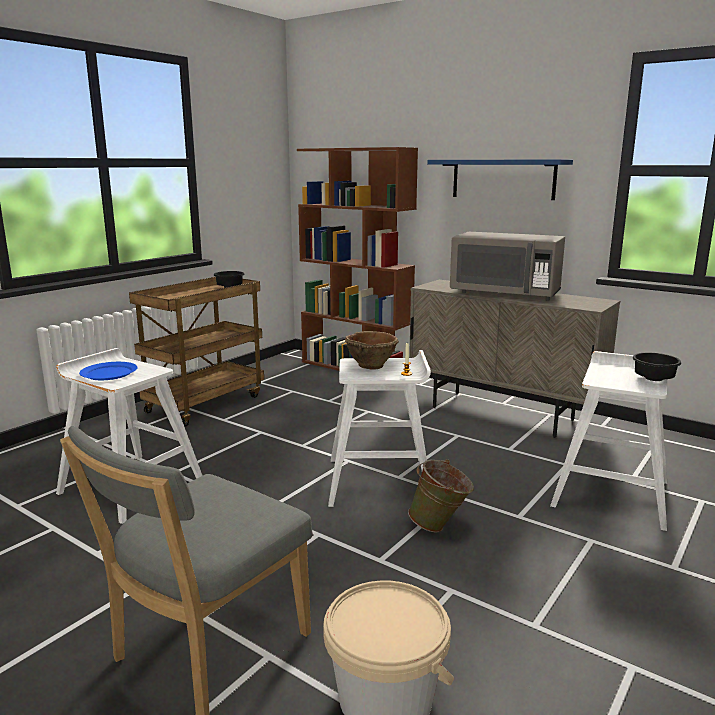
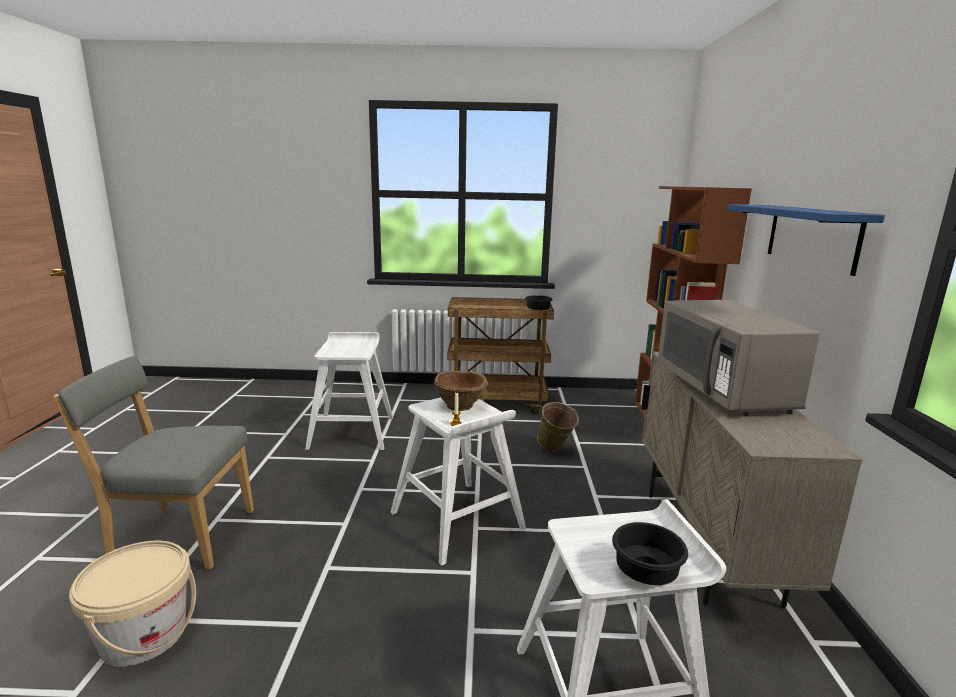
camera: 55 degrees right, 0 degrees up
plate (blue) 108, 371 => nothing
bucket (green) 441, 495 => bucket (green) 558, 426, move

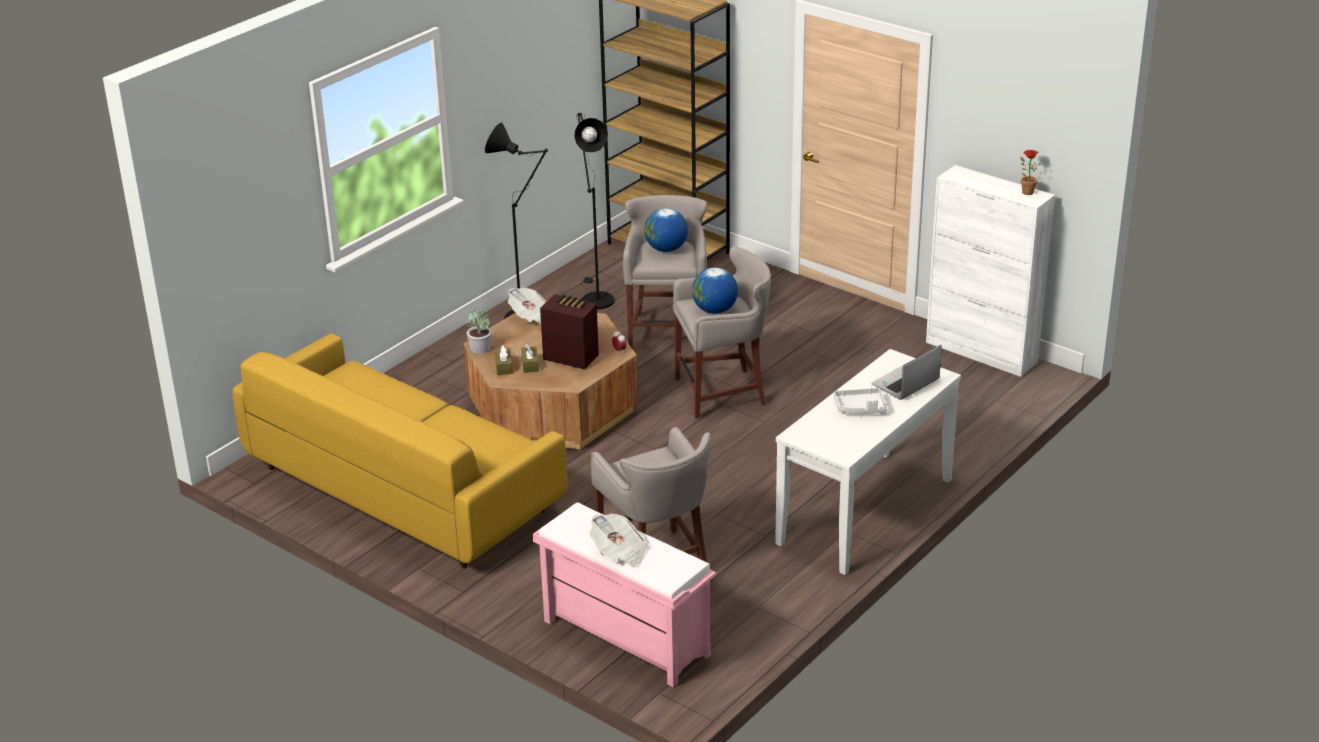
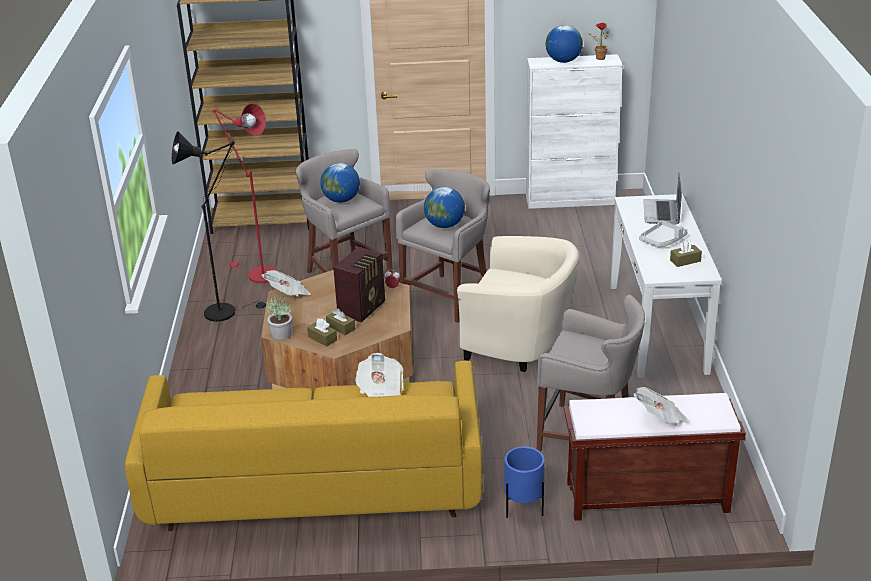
camera: 40 degrees left, 0 degrees up
bench (pink) 624, 594 => bench (brown) 655, 457
radio 569, 331 => radio 359, 285, 135 degrees clockwise
floor lamp (black) 594, 211 => floor lamp (red) 245, 193
nothing => newspaper 379, 375
nothing => armchair (beige) 518, 304
nothing => planter (blue) 524, 482
nothing => globe 564, 44
nothing => tissue box (brown) 686, 253

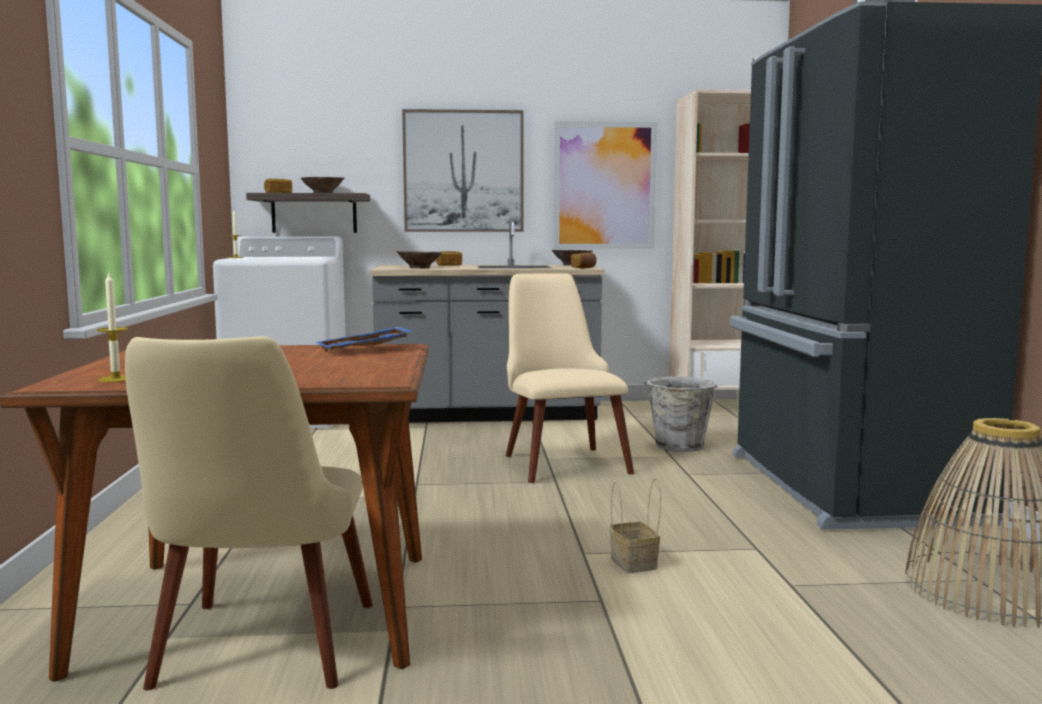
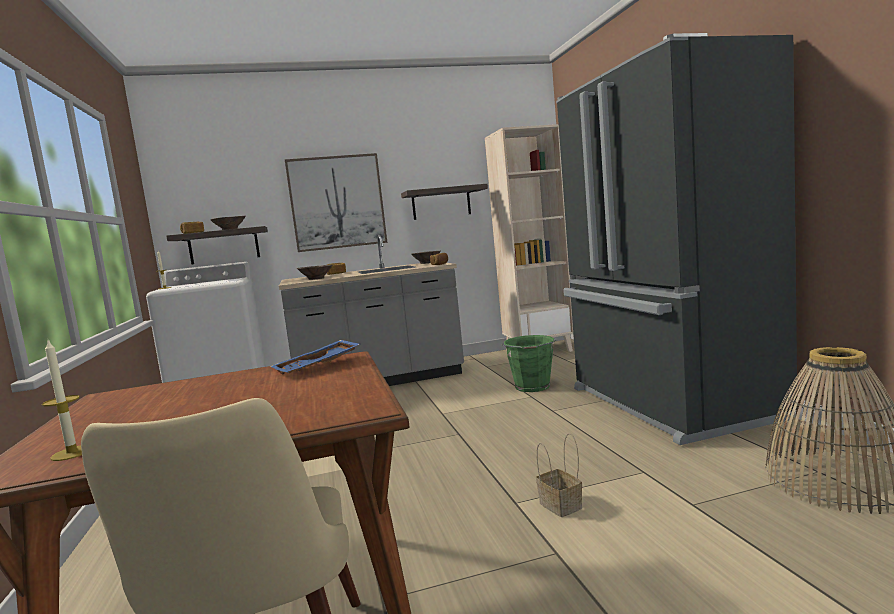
camera: 10 degrees left, 0 degrees up
chair (beige) 570, 378 => nothing
picture 605, 185 => shelf 444, 202
bucket (grey) 680, 414 => bucket (green) 528, 363

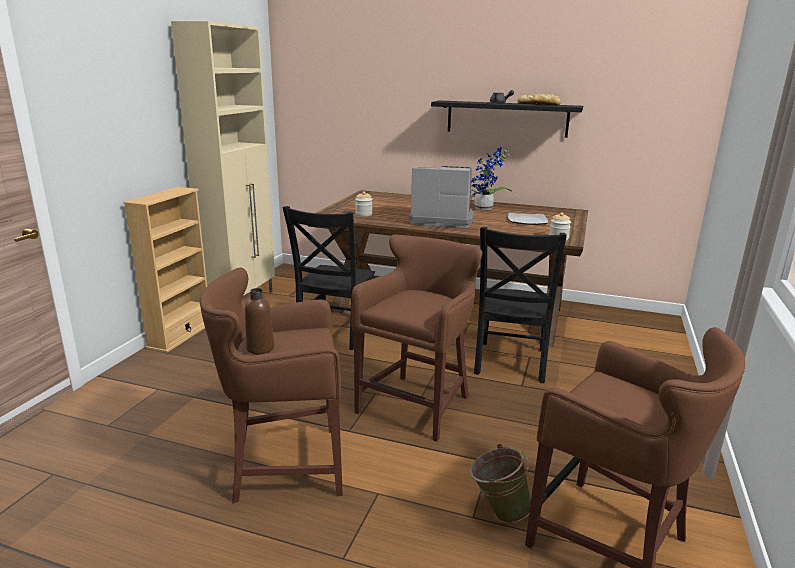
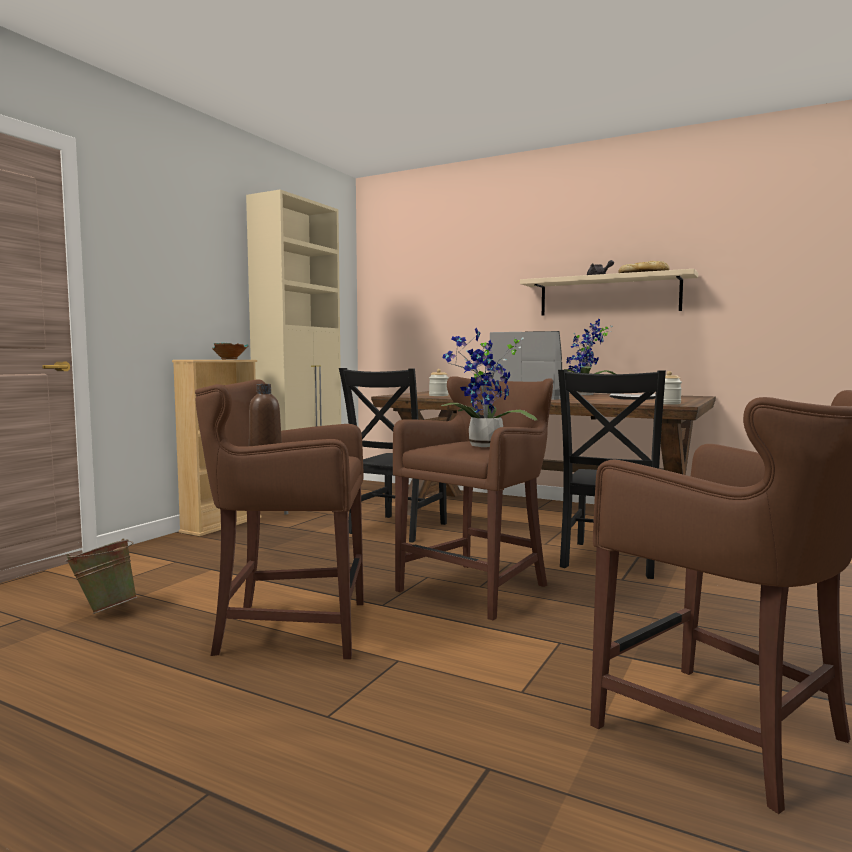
camera: 10 degrees right, 15 degrees down
shelf (black) 507, 119 => shelf (beige) 609, 292
bucket (green) 500, 483 => bucket (green) 101, 576, move
nothing => bowl (turquoise) 230, 351
nothing => potted plant 489, 387

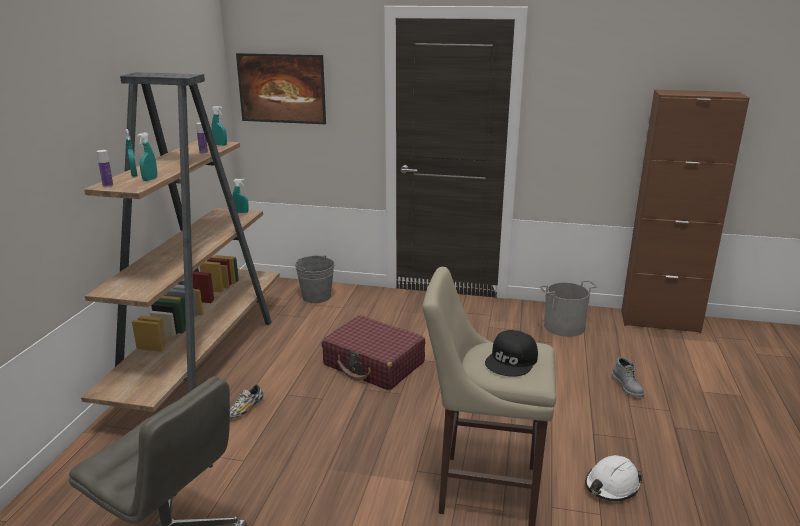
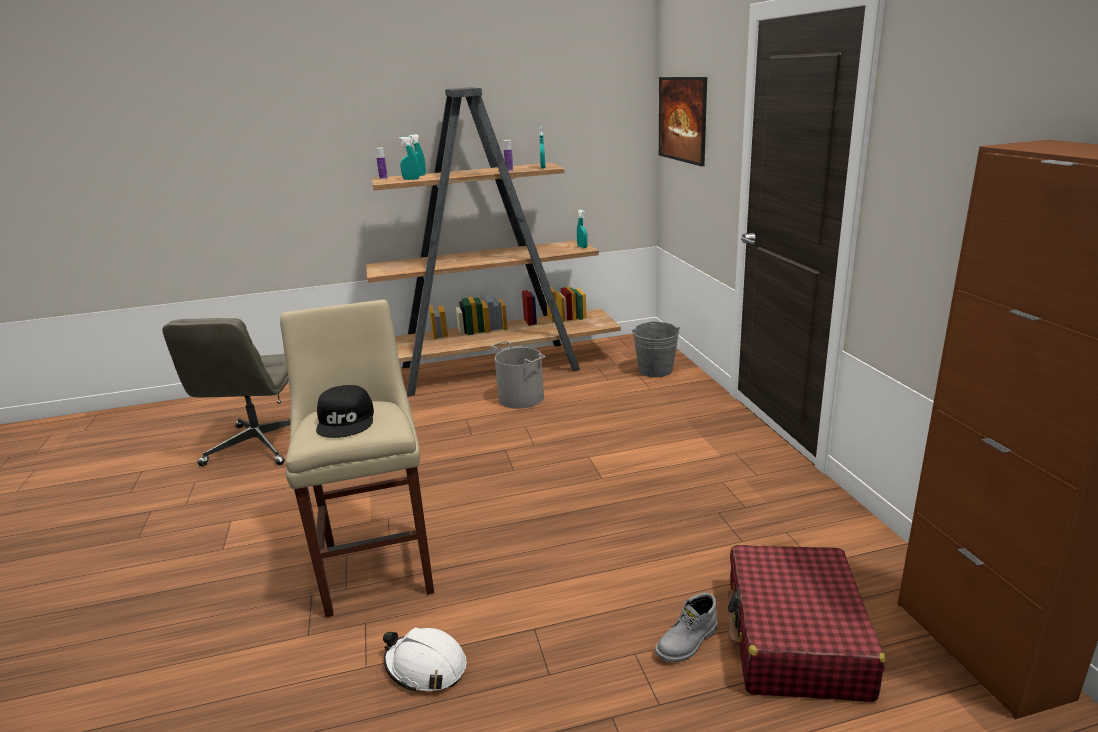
camera: 65 degrees right, 0 degrees up
shoe 247, 401 => nothing
suitcase (red) 373, 352 => suitcase (red) 806, 623, move
cap (black) 511, 353 => cap (black) 345, 411, 105 degrees counterclockwise
bucket (grey) 569, 308 => bucket (grey) 518, 375, move

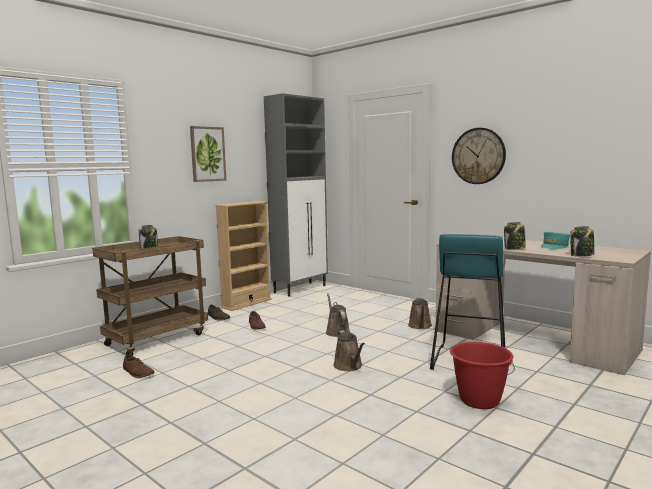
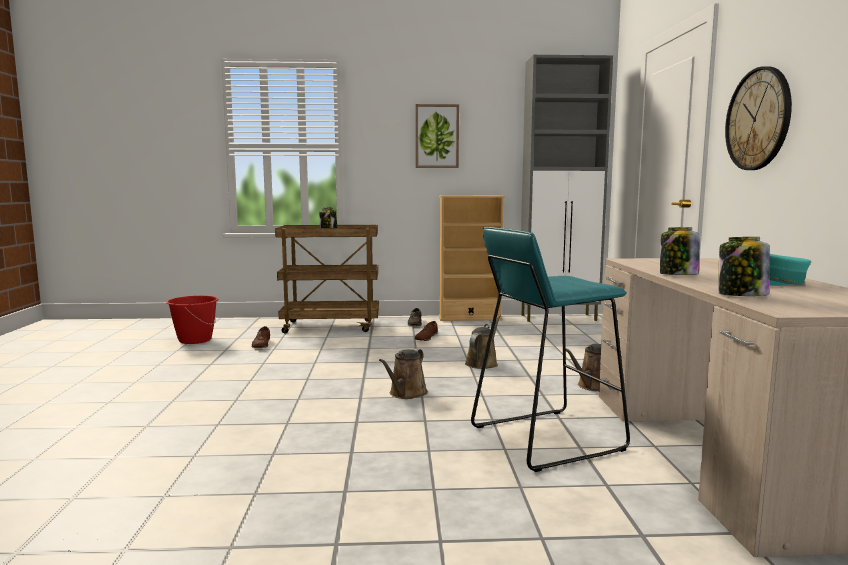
camera: 45 degrees right, 0 degrees up
bucket (red) 482, 375 => bucket (red) 192, 320, move

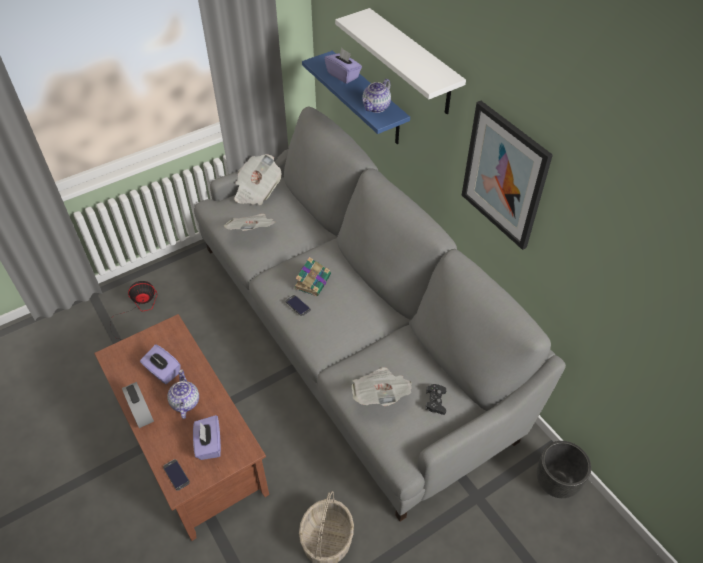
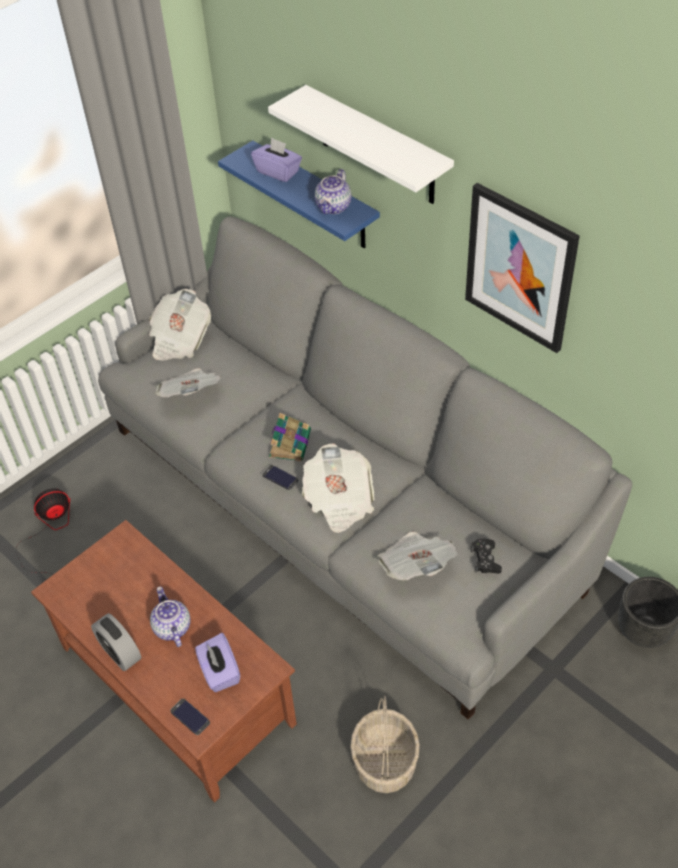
camera: 10 degrees left, 0 degrees up
tissue box (purple) 160, 364 => nothing
nothing => newspaper 338, 488

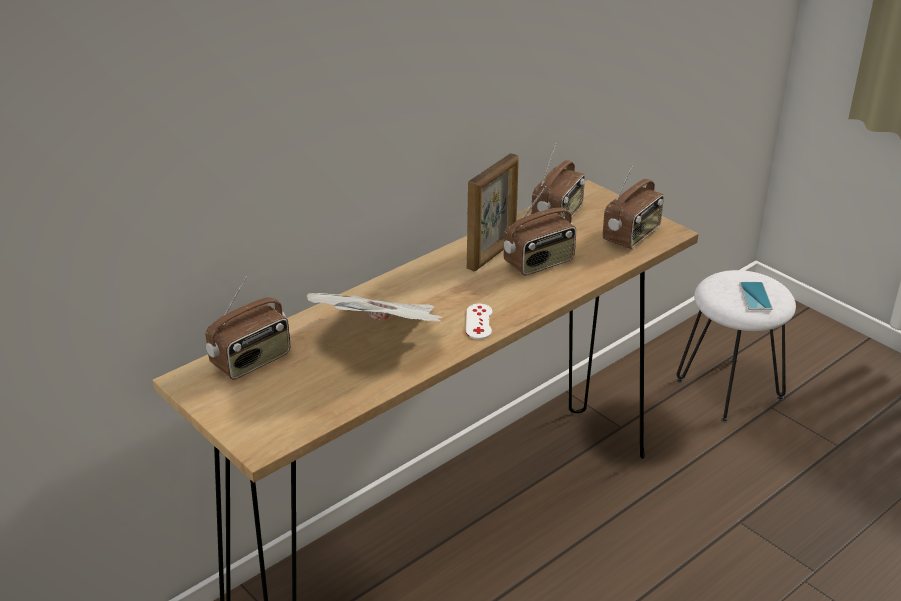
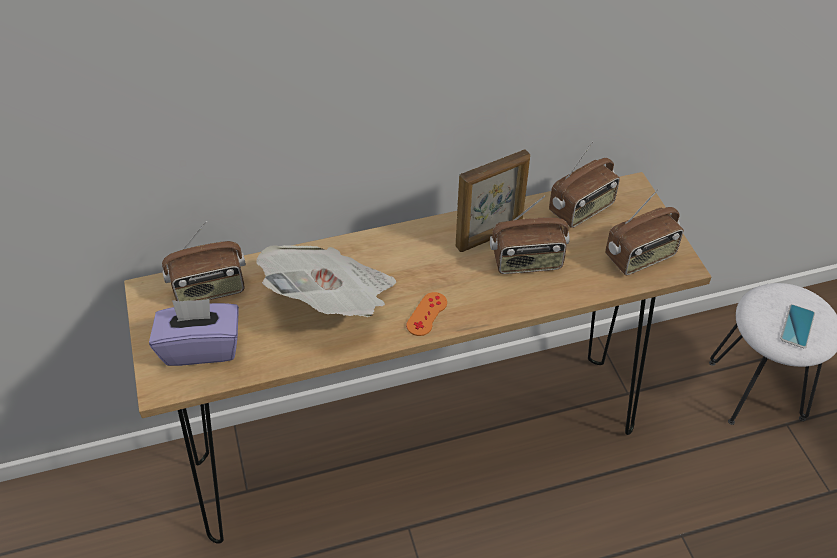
camera: 25 degrees right, 15 degrees up
game controller (white) 479, 321 => game controller (orange) 426, 314
nothing => tissue box (purple) 194, 332

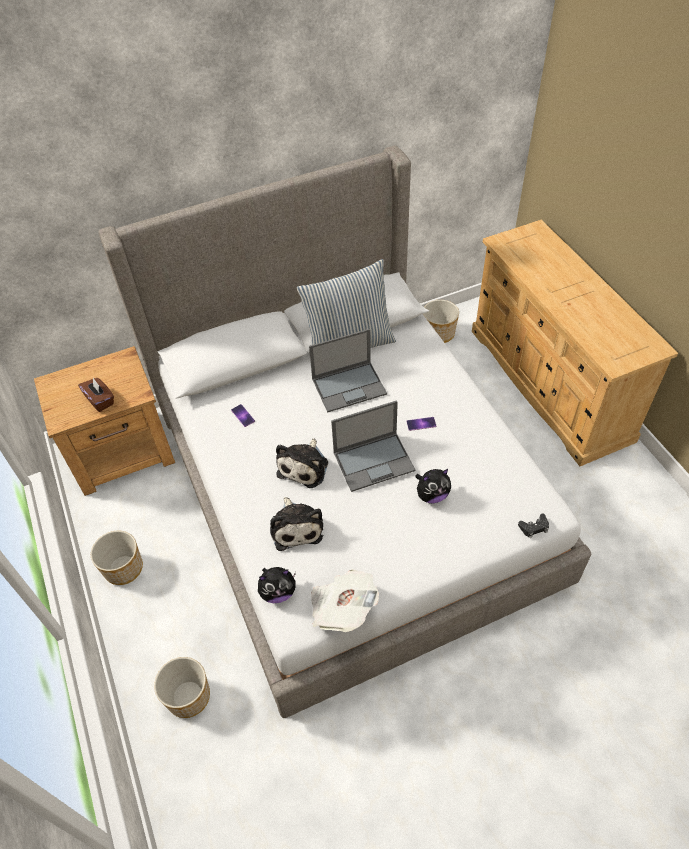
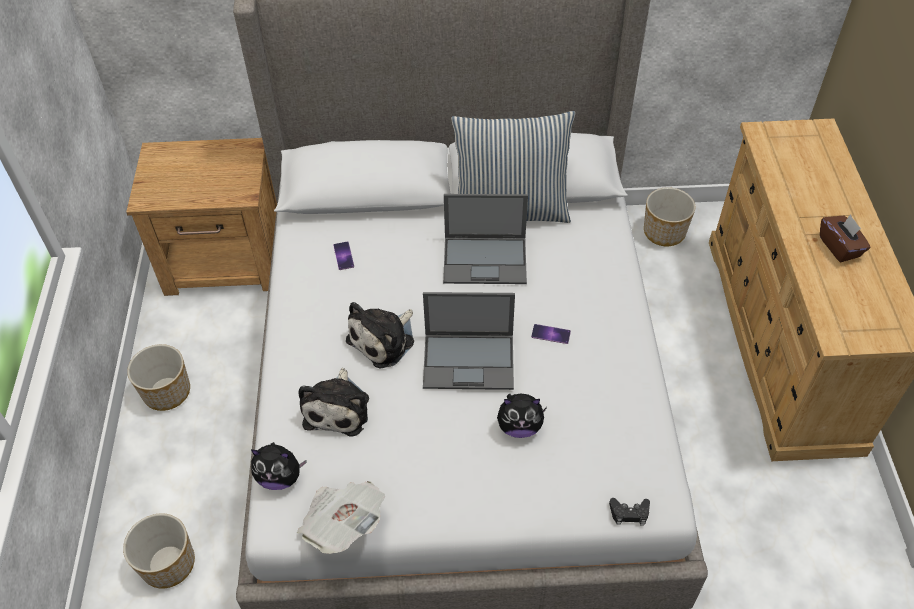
camera: 20 degrees right, 0 degrees up
tissue box (brown) 96, 395 => tissue box (brown) 845, 238, move

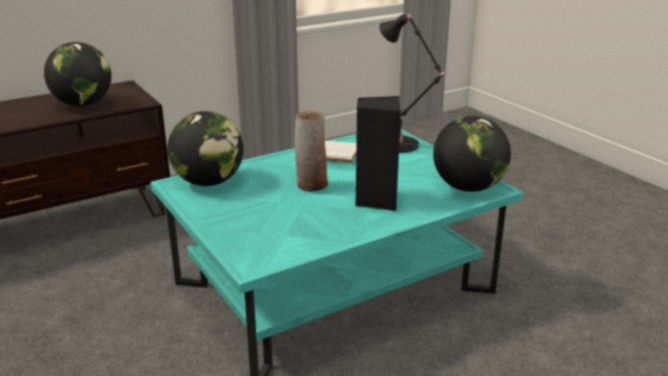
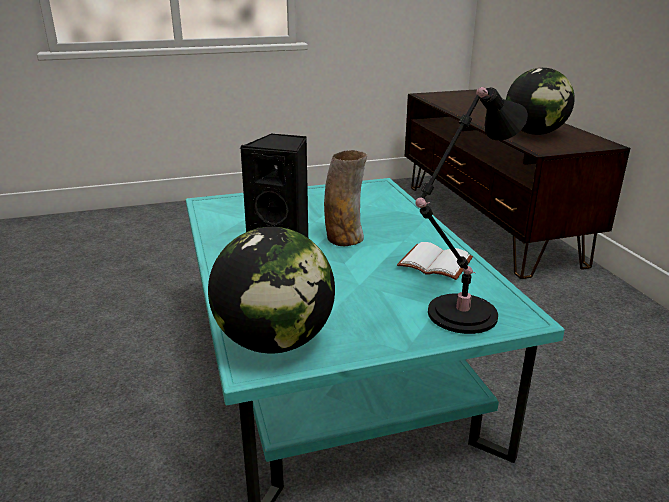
camera: 105 degrees right, 0 degrees up
globe 205, 148 => nothing

